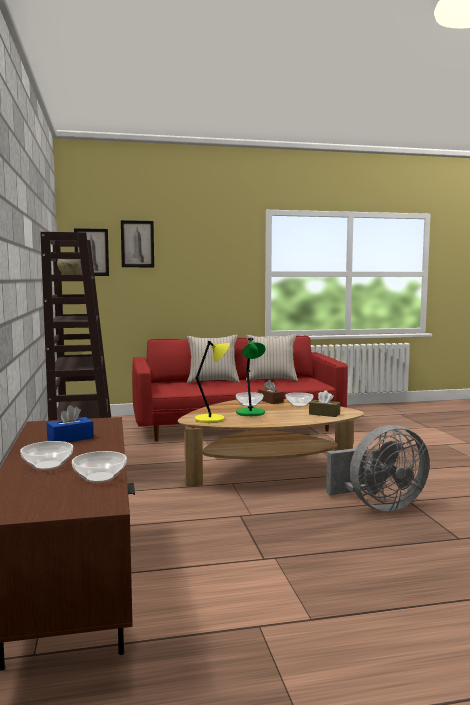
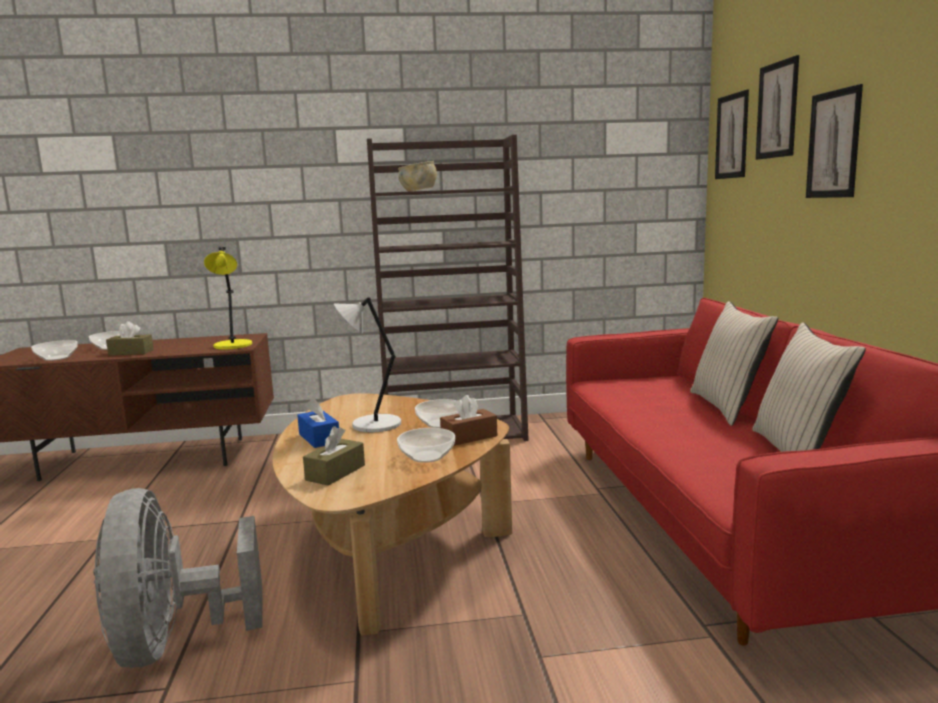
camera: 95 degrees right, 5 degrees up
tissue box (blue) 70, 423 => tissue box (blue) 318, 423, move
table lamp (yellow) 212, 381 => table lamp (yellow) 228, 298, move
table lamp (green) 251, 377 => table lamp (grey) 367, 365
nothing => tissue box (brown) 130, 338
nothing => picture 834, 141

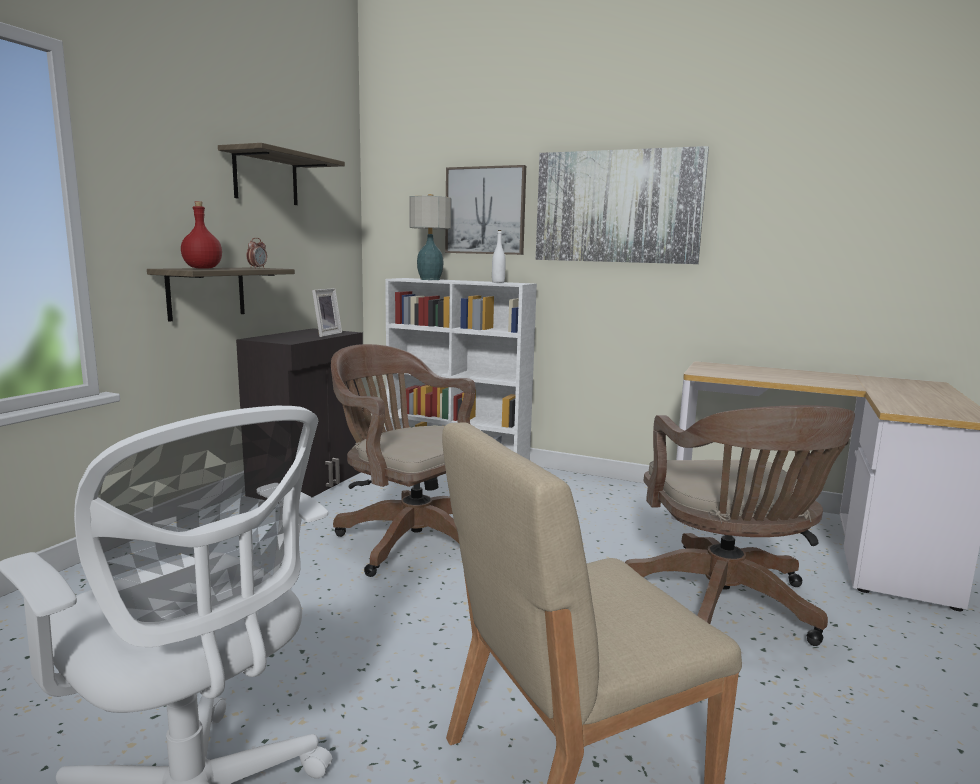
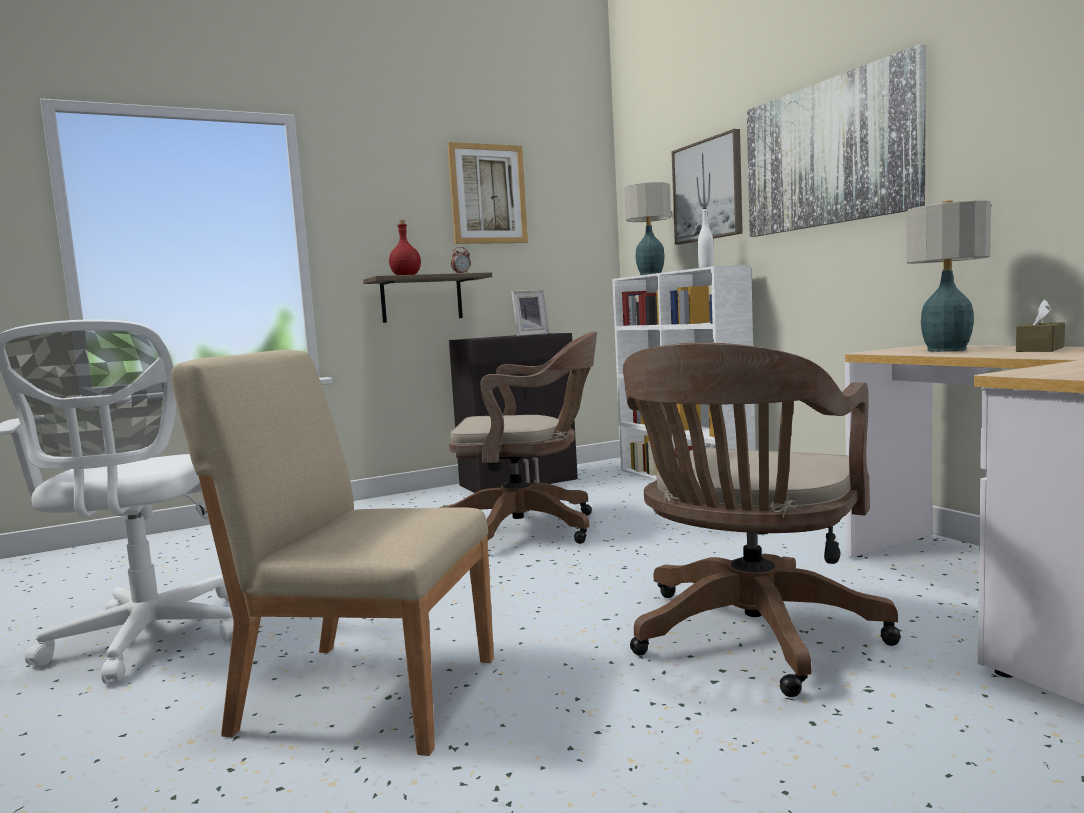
camera: 40 degrees right, 5 degrees down
shelf 281, 174 => picture 487, 193
office chair (brown) 403, 460 => office chair (brown) 518, 437, 105 degrees clockwise
nothing => table lamp 949, 276
nothing => tissue box (brown) 1040, 325

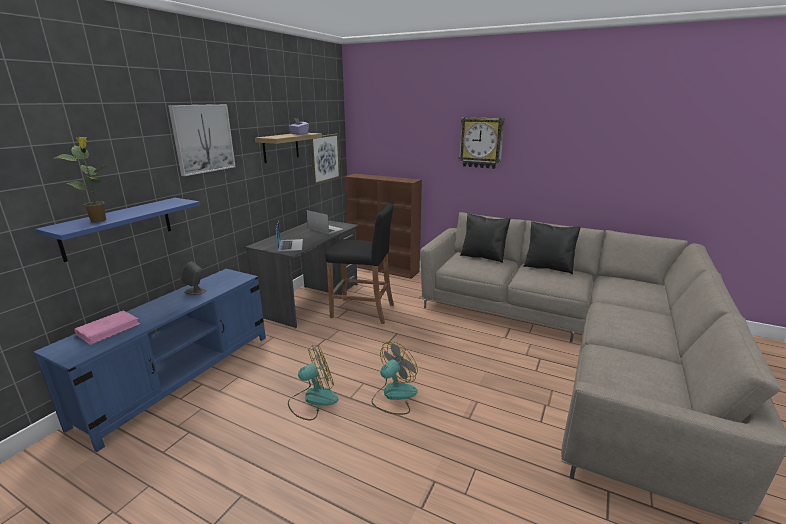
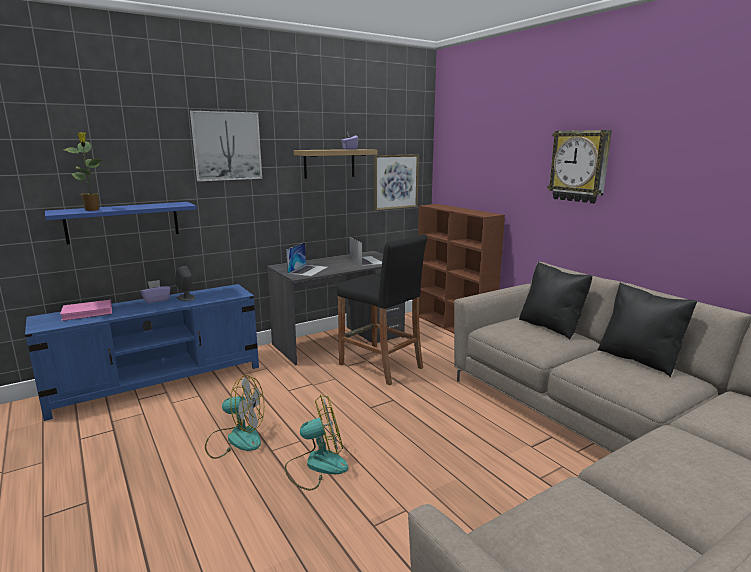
camera: 30 degrees right, 5 degrees down
nothing => tissue box (purple) 155, 292

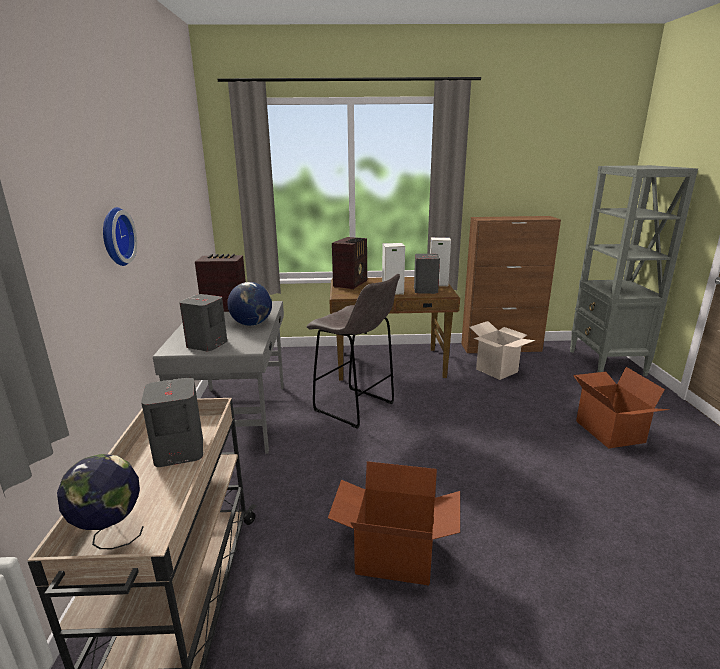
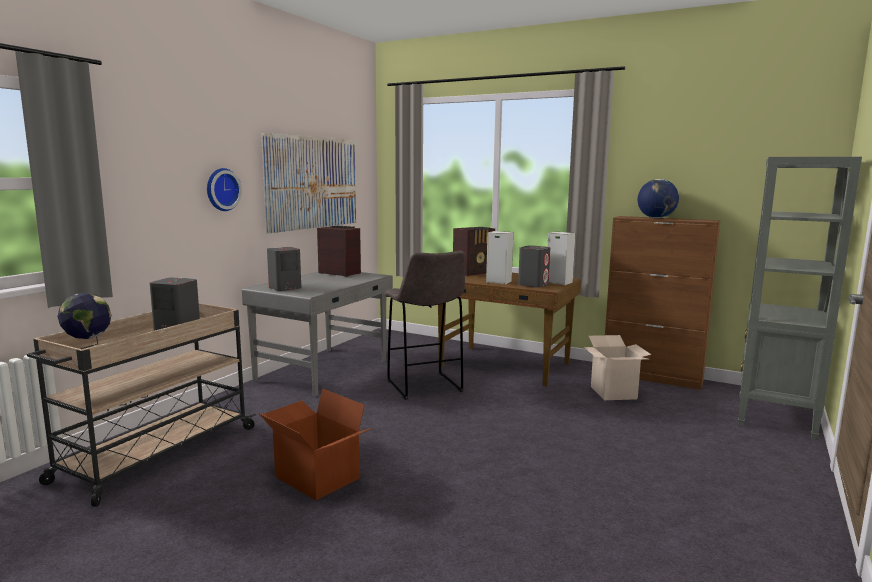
camera: 30 degrees right, 10 degrees down
globe 249, 304 => globe 658, 198, move
cardboard box 621, 408 => nothing
nothing => picture 308, 183

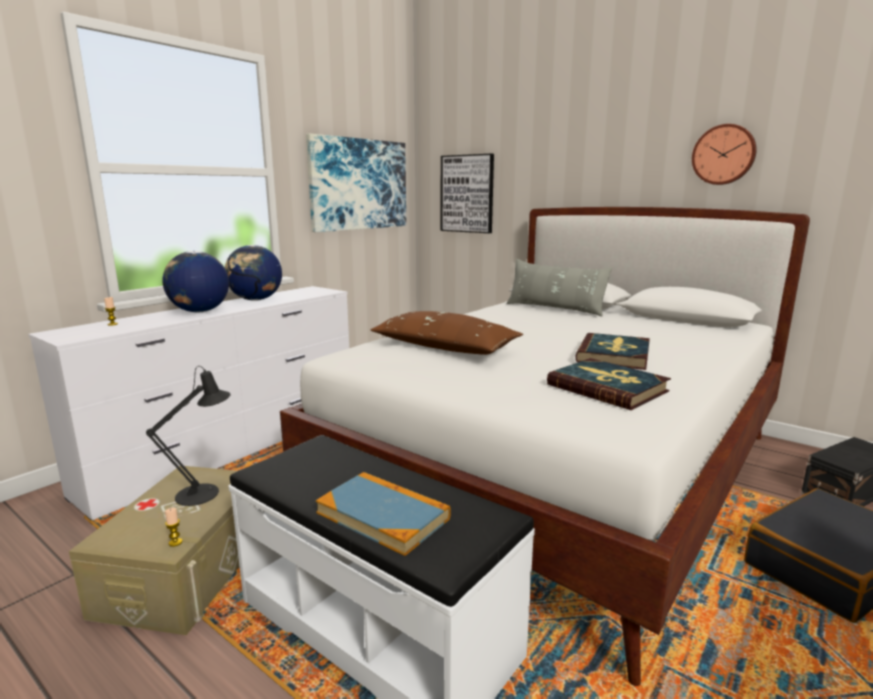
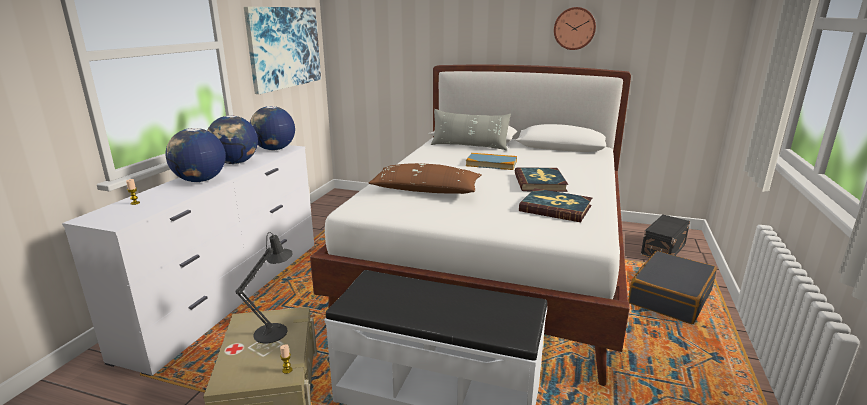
camera: 20 degrees left, 5 degrees up
book 383, 514 => book 491, 161, move
picture 467, 193 => nothing
nothing => globe 272, 128

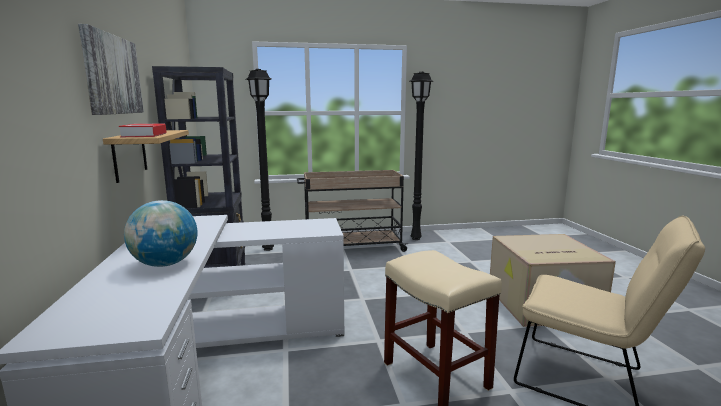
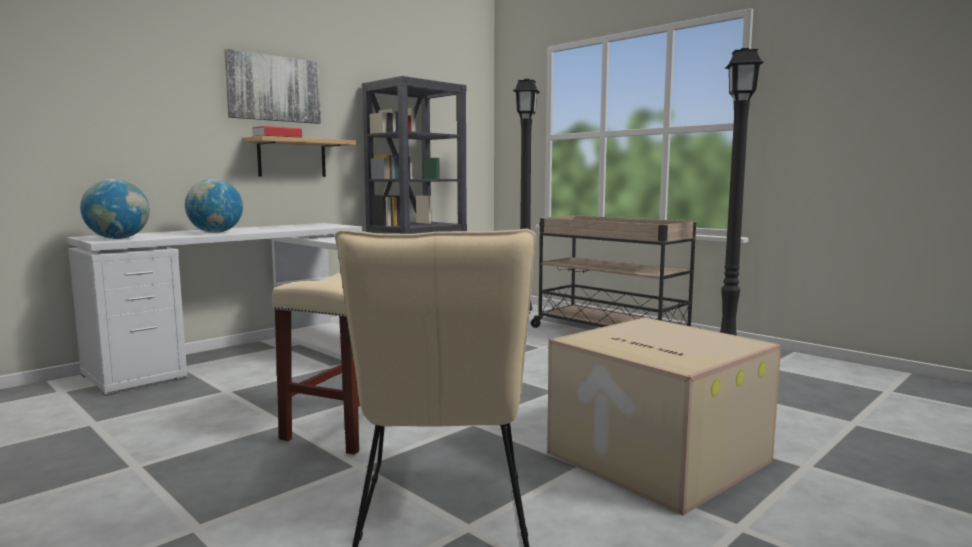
camera: 55 degrees right, 5 degrees down
nothing => globe 115, 209

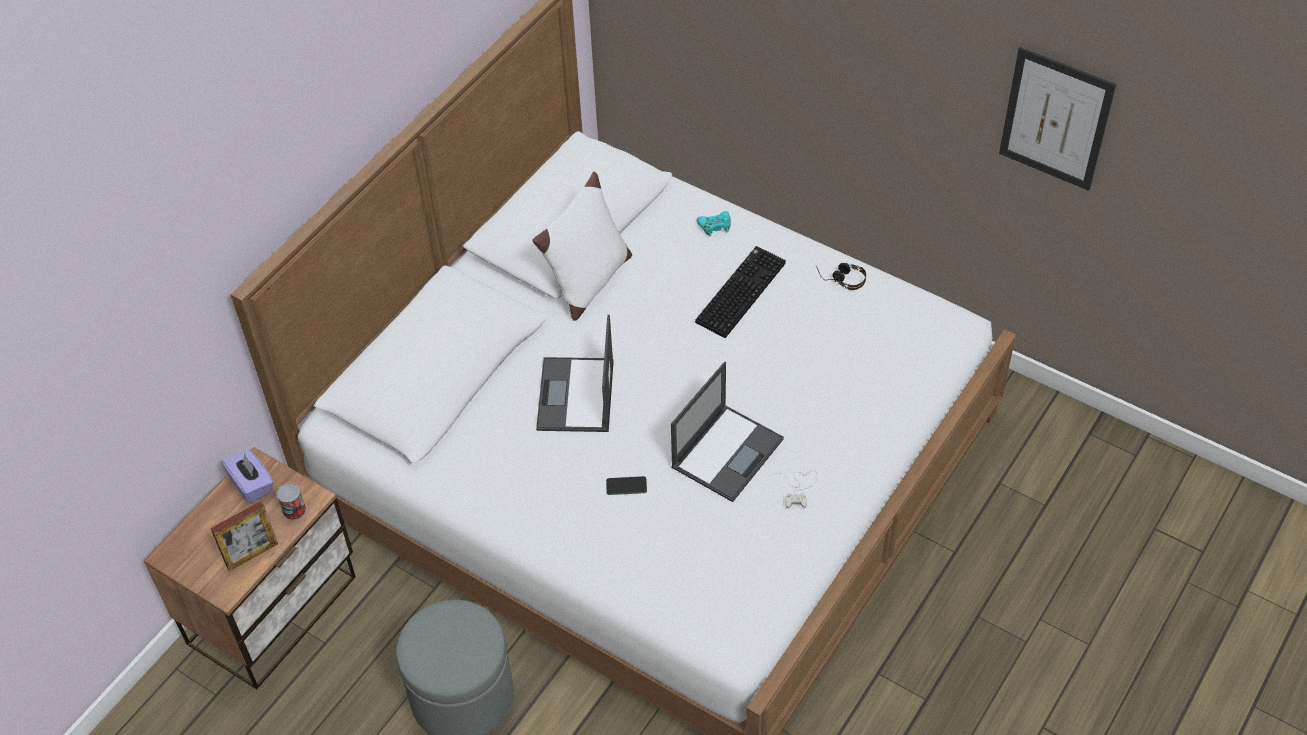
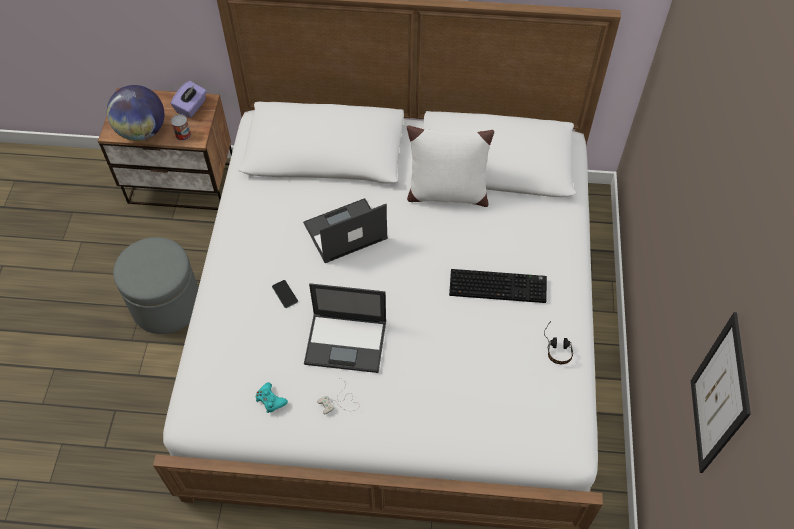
camera: 60 degrees right, 5 degrees up
picture frame 244, 536 => globe 135, 113
game controller (turquoise) 714, 223 => game controller (turquoise) 271, 397, move

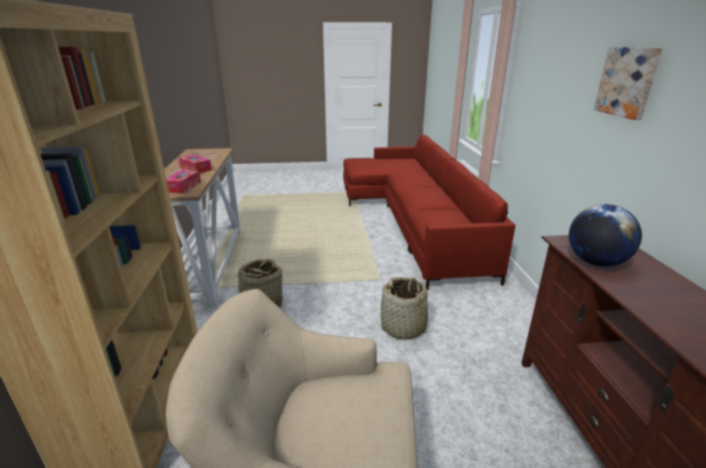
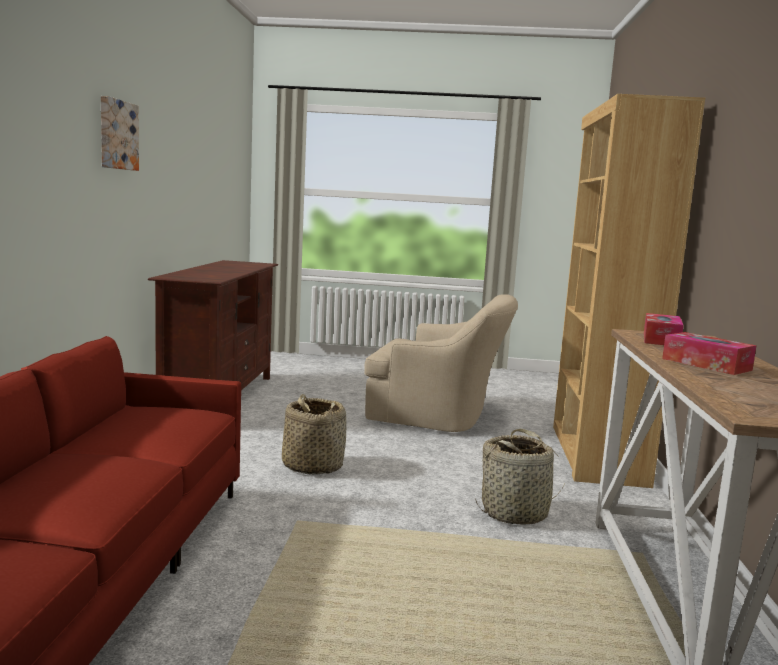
camera: 170 degrees left, 15 degrees down
globe 605, 235 => nothing

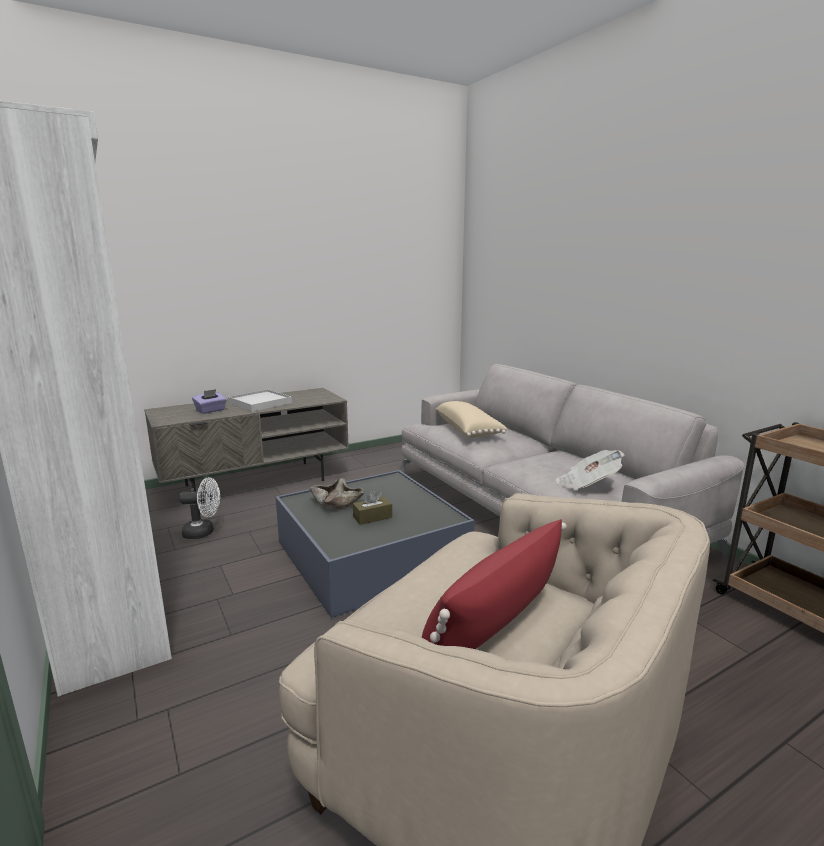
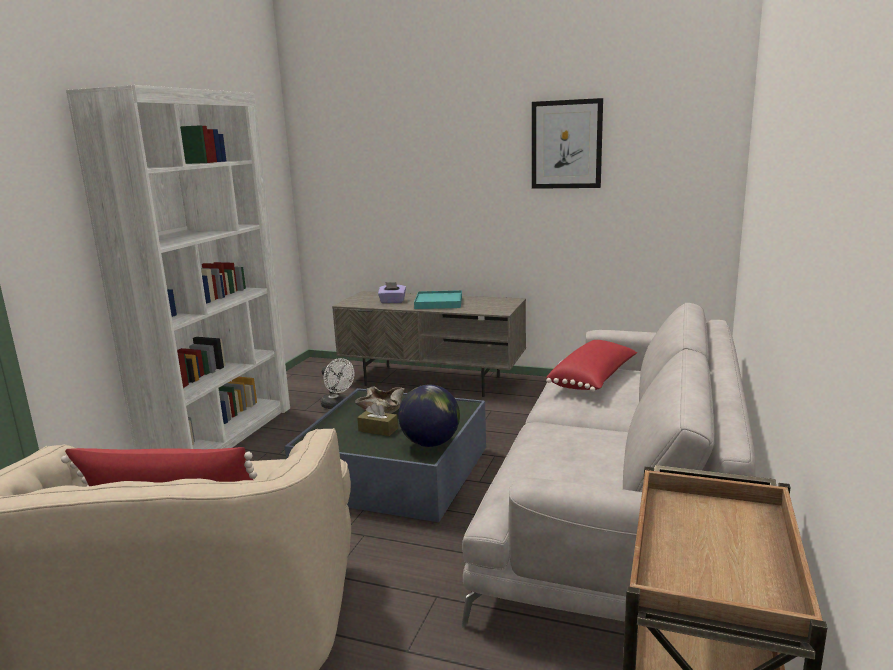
camera: 50 degrees right, 0 degrees up
tray (white) 260, 400 => tray (turquoise) 438, 299
pillow (beige) 472, 419 => pillow (red) 591, 366
newspaper 590, 470 => nothing
nothing => globe 429, 416
nothing => picture 567, 143

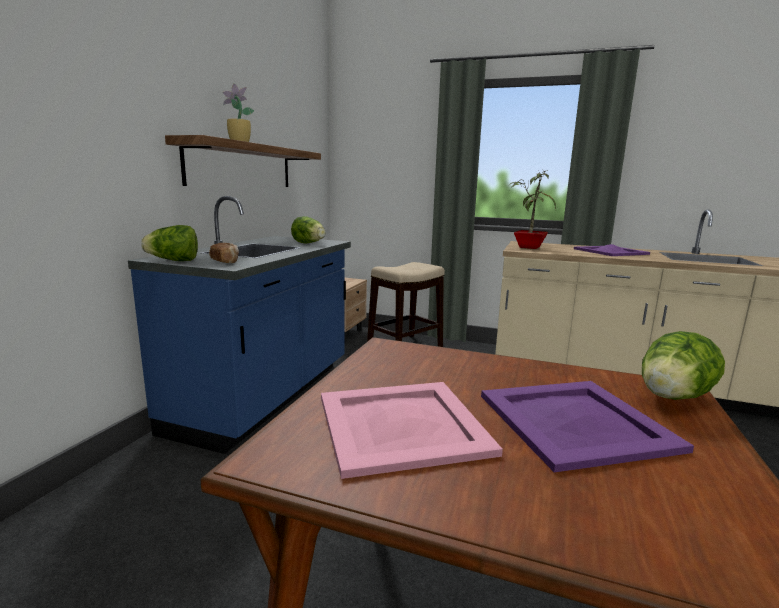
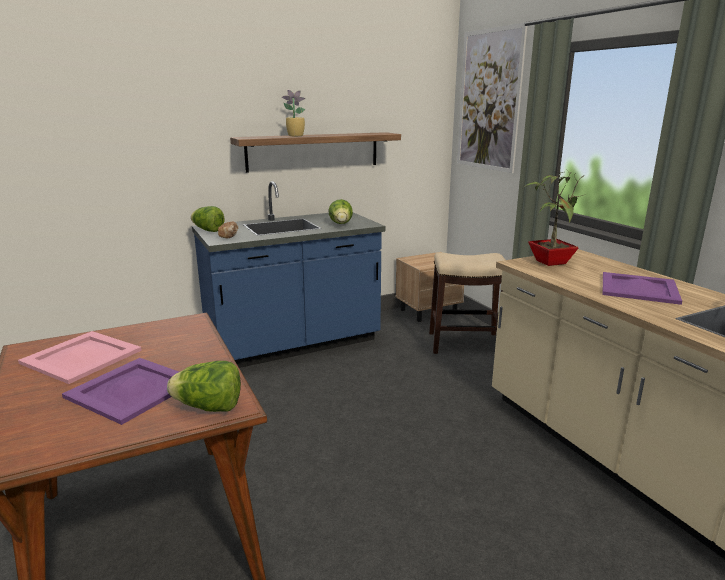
camera: 45 degrees right, 5 degrees up
nothing => picture 492, 97

